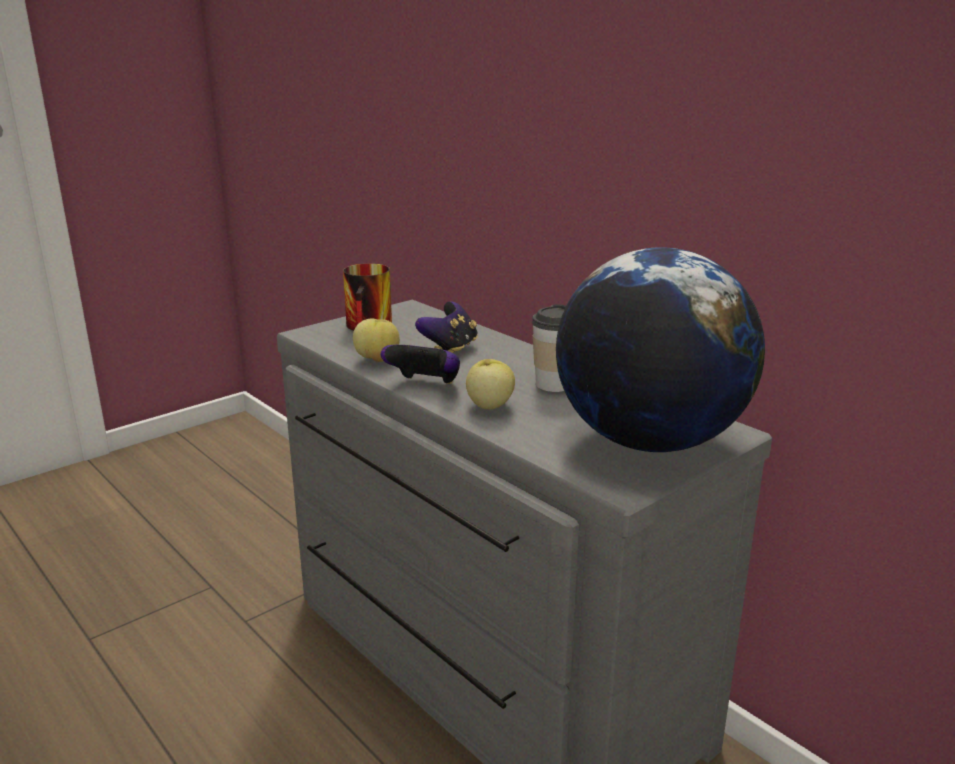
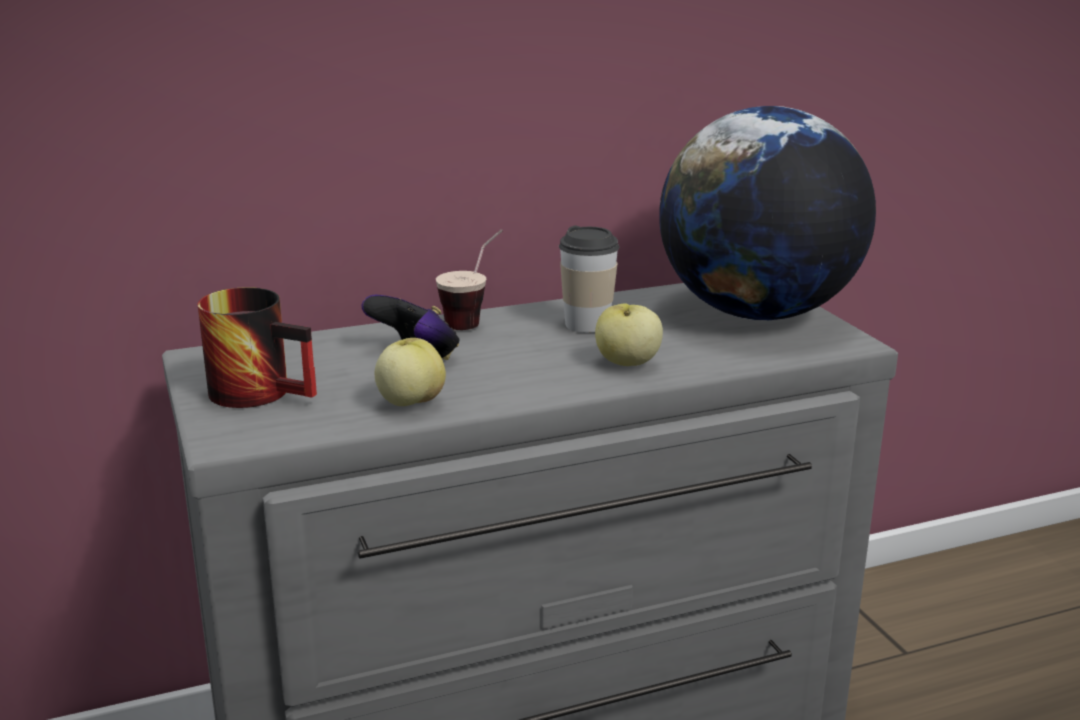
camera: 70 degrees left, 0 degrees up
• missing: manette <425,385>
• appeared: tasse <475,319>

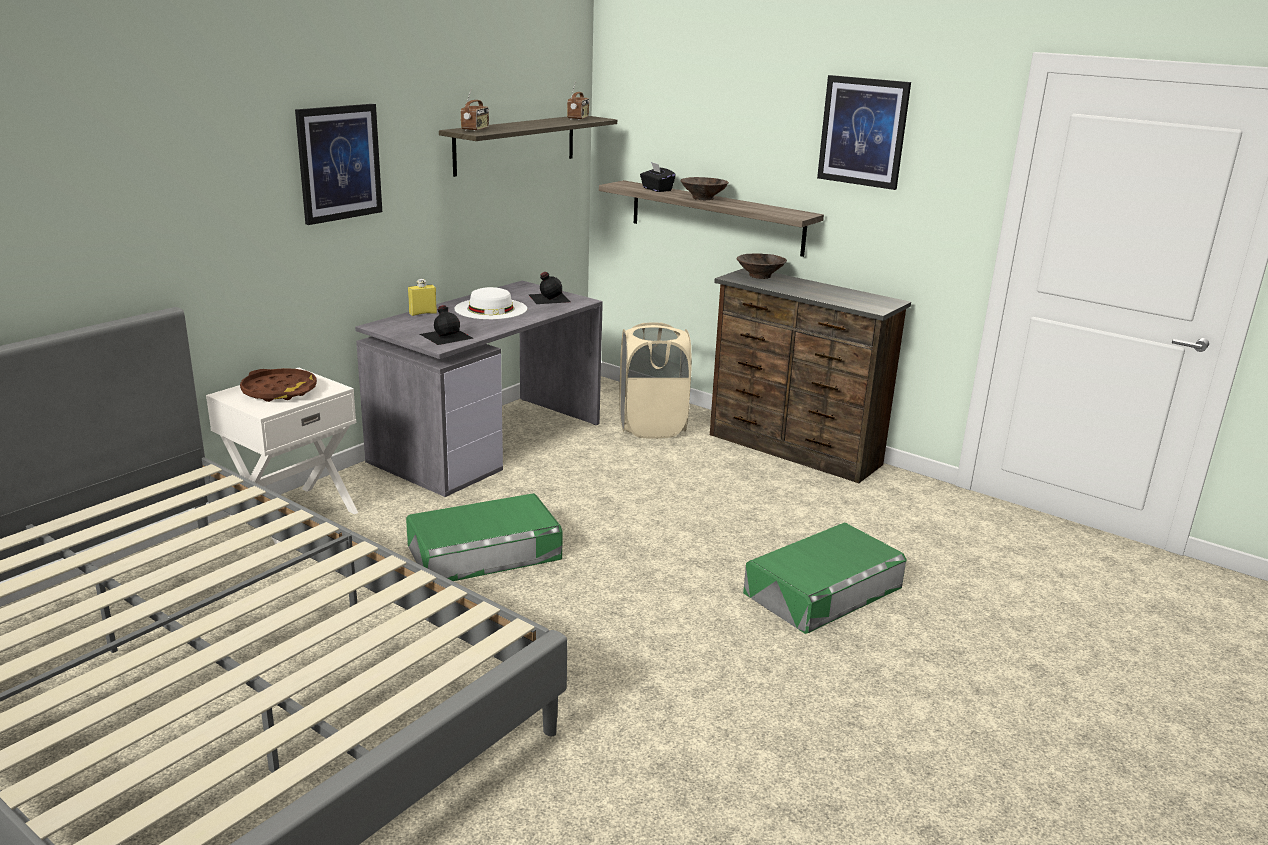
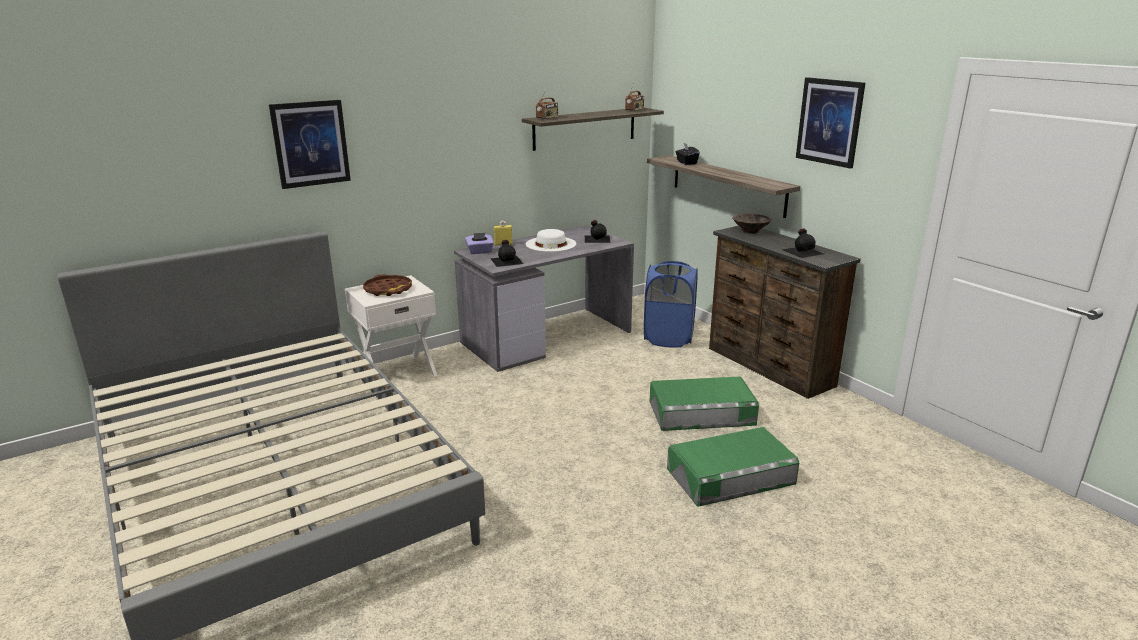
camera: 20 degrees right, 0 degrees up
• missing: bol [marron] <703,198>
• appeared: boîte à mouchoirs [violet] <480,252>
• appeared: bouteille [noir] <803,251>
• relocated: tableau <339,163> to <310,143>
• relocated: boîte de rangement [vert] <484,552> to <701,413>
• colour: panier à linge [beige] <652,427> to panier à linge [bleu] <668,338>

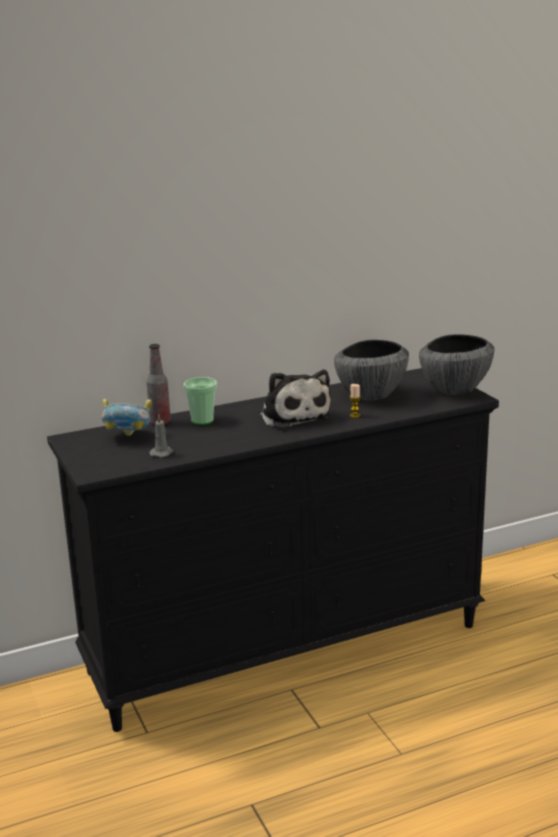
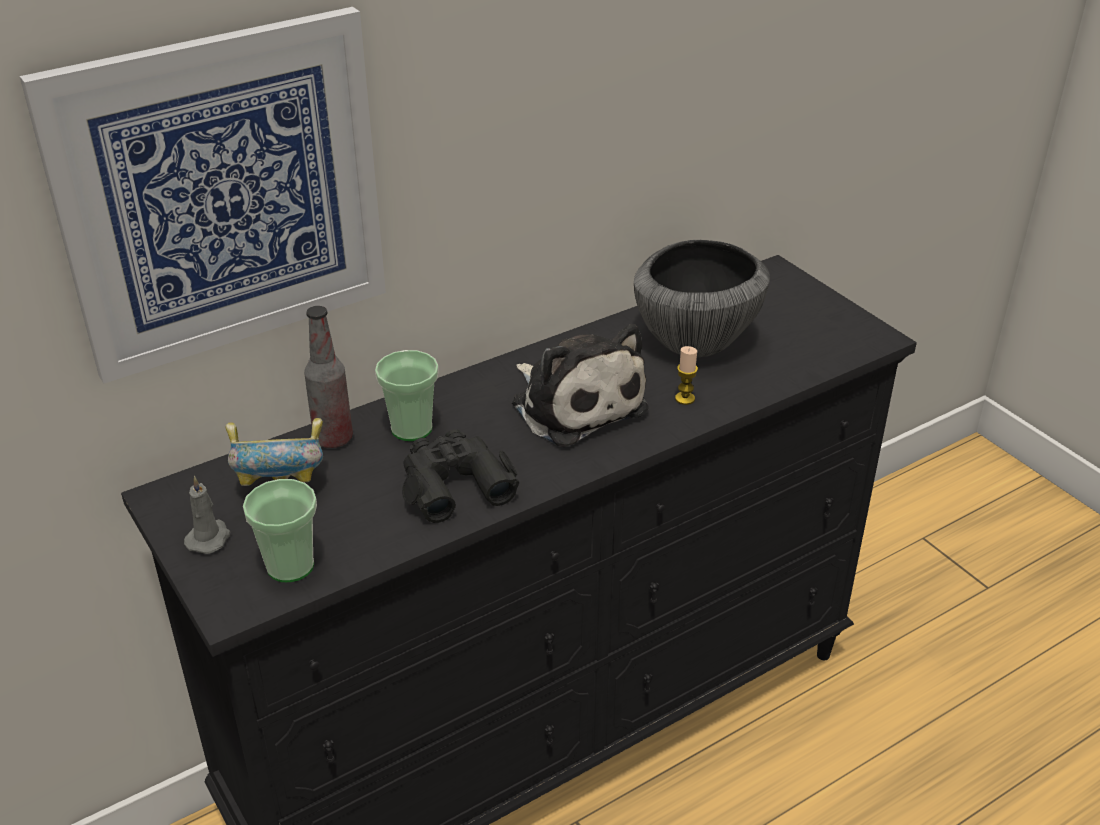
camera: 10 degrees left, 15 degrees up
• missing: bol <454,390>
• appeared: tableau <222,195>
• appeared: tasse <290,566>
• appeared: jumelles [noir] <454,483>
• relocated: bougie [gris] <162,453> to <209,538>

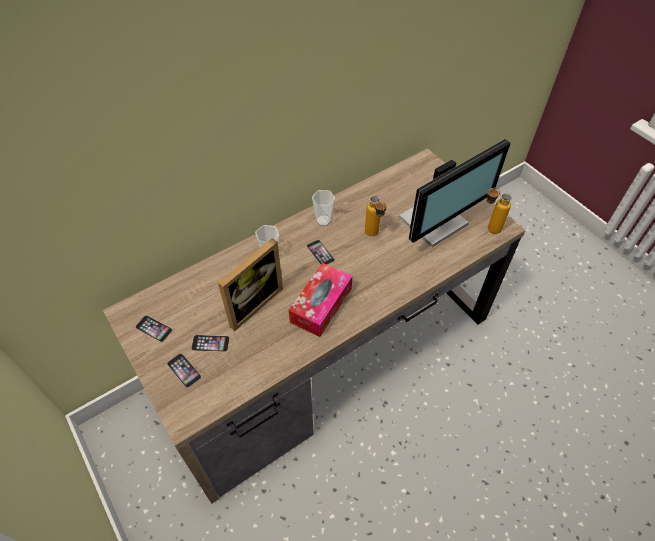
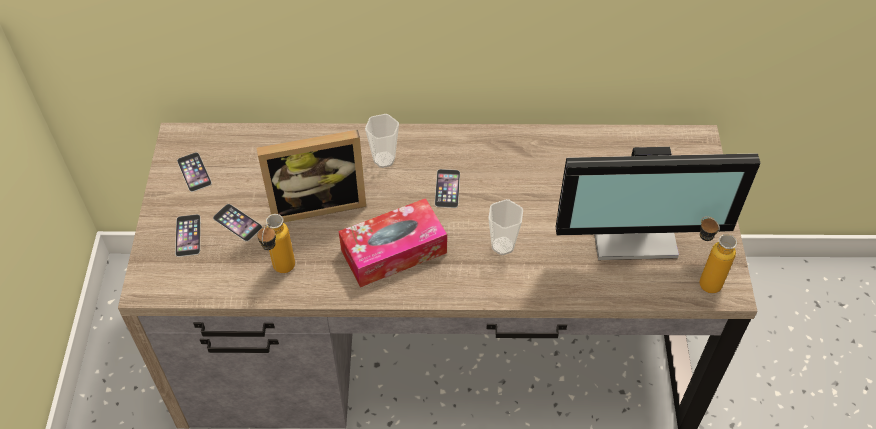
camera: 35 degrees right, 0 degrees up
• relocated: tasse <323,221> to <502,246>
• relocated: bouteille <374,236> to <281,272>

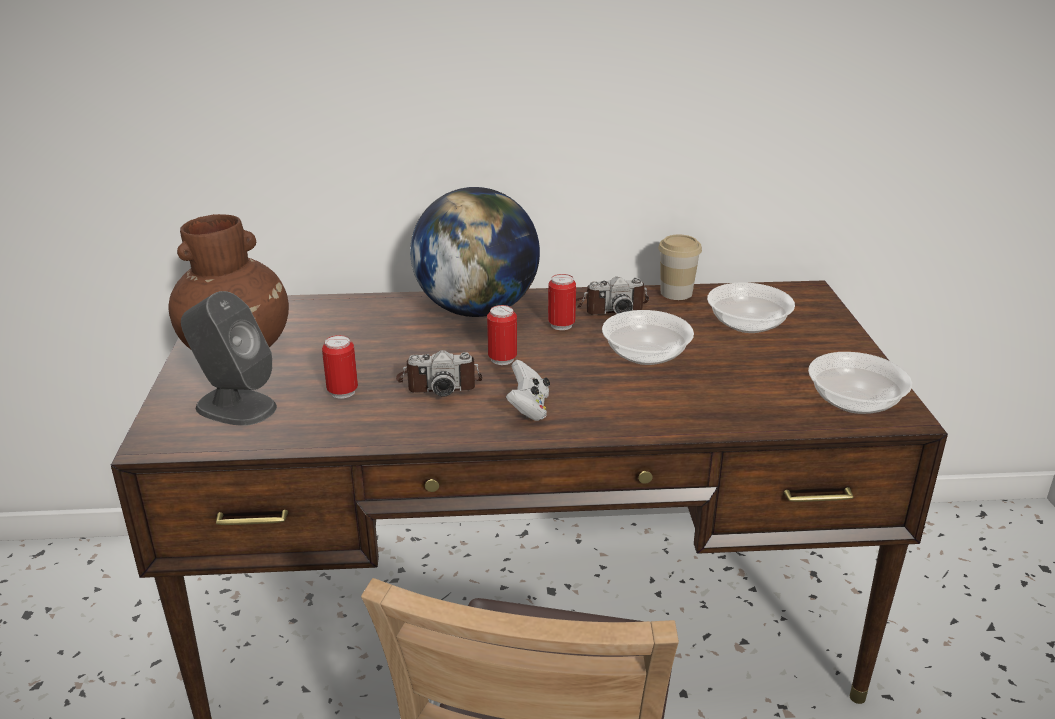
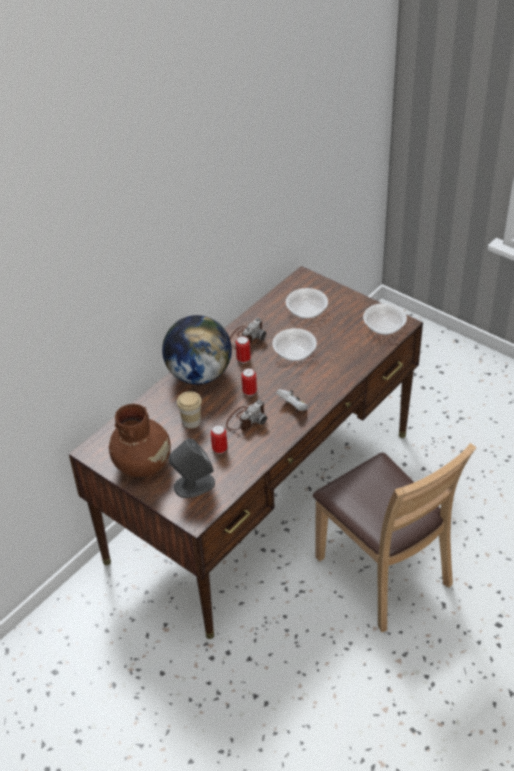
camera: 45 degrees left, 15 degrees up
• relocated: tasse <676,293> to <191,421>

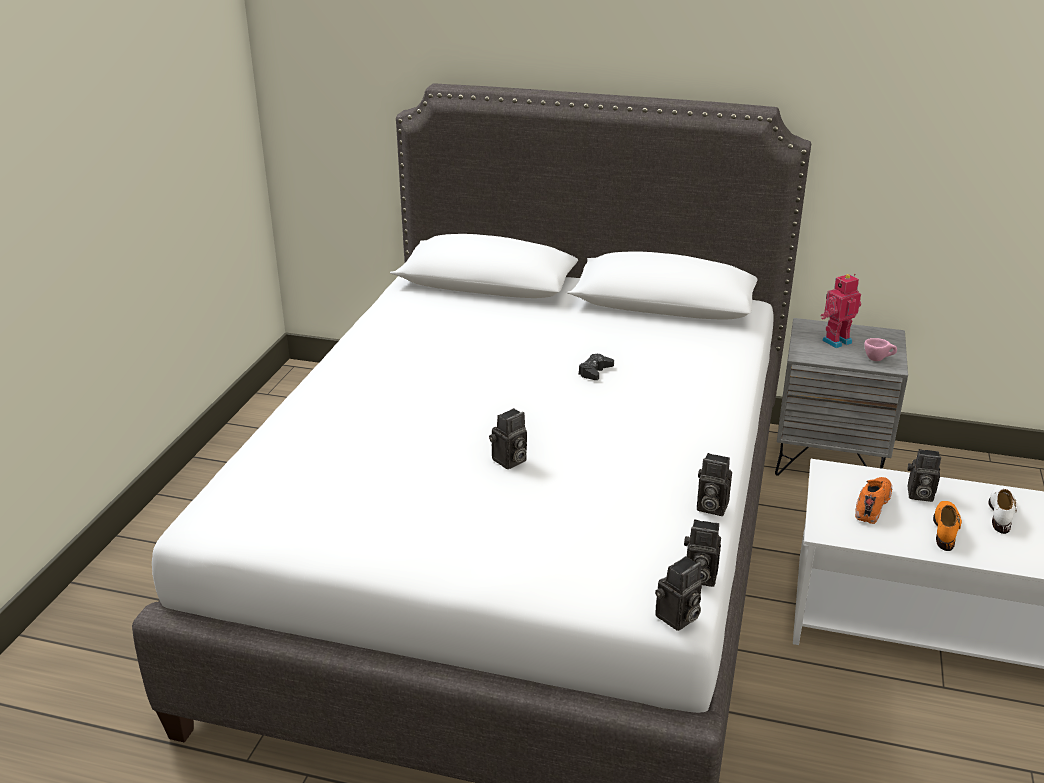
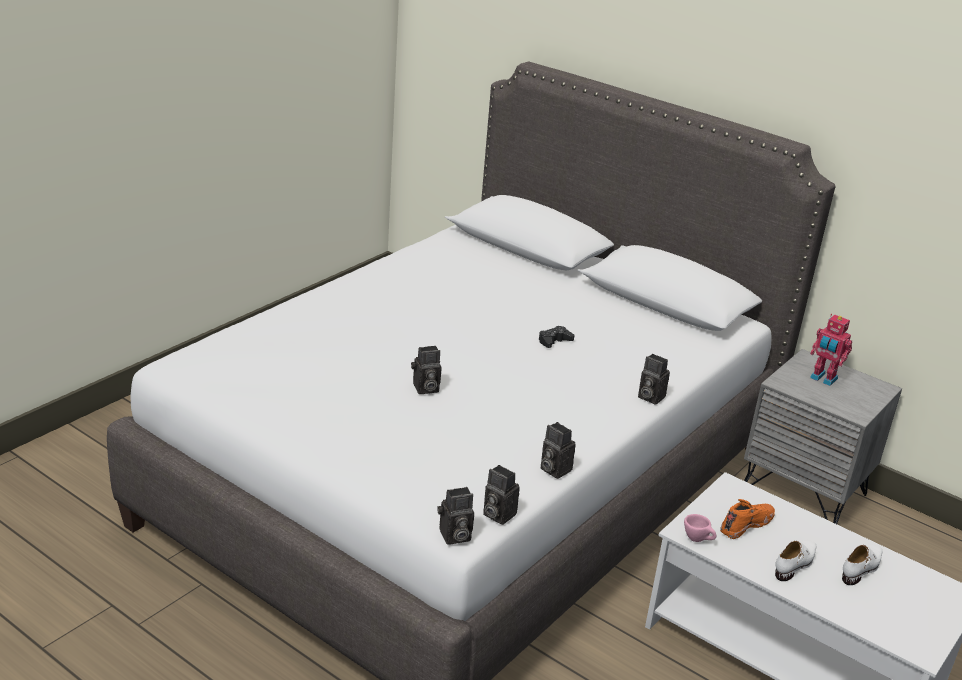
camera: 20 degrees right, 0 degrees up
• relocated: tasse [rose] <878,359> to <698,540>
• relocated: appareil photo <918,495> to <649,397>
• colour: chaussure [orange] <945,529> to chaussure [blanc] <795,564>
• spun: robot jouet <835,341> = <823,379> 135 degrees counterclockwise

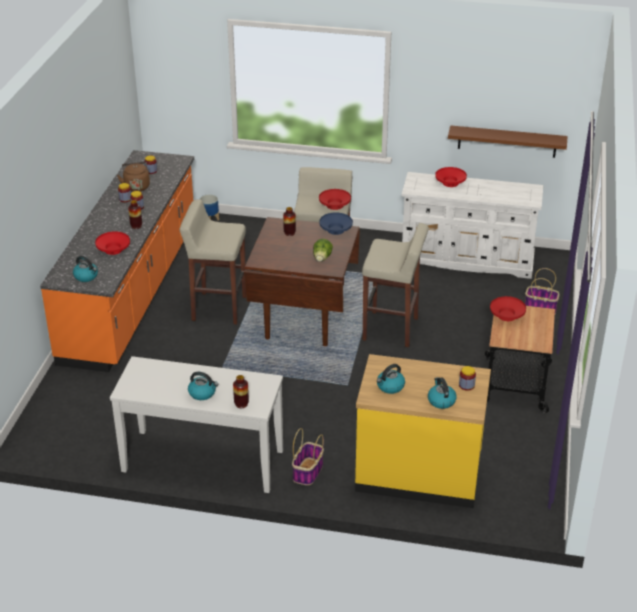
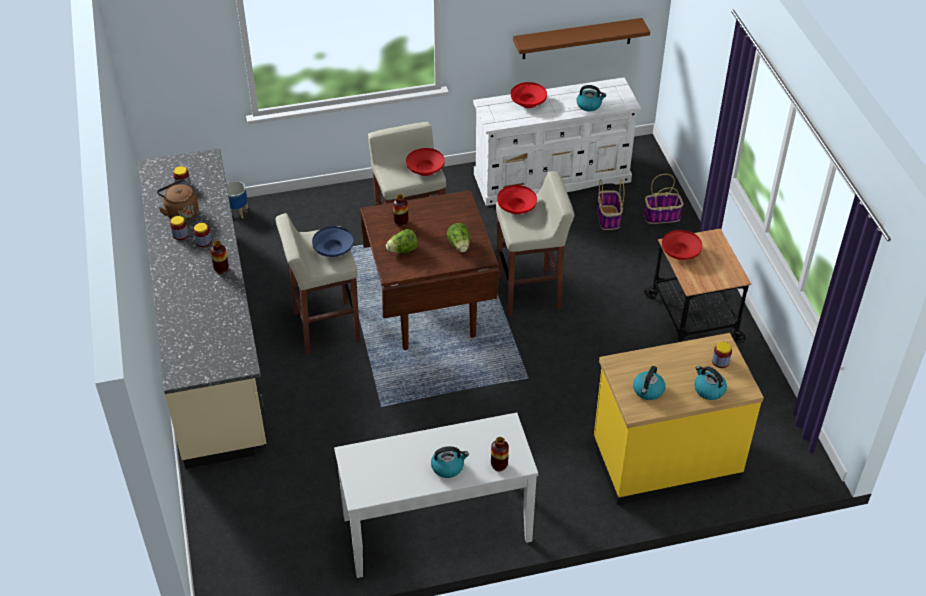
camera: 25 degrees left, 10 degrees up
• appeared: laitue <402,250>
• relocated: bouilloire <86,276> to <589,105>
• relocated: bol [rouge] <113,250> to <516,207>
• relocated: panier <308,472> to <608,218>
• relocated: bol [bleu] <336,230> to <333,249>
• colour: comptoir de cuisine [orange] <132,292> to comptoir de cuisine [beige] <210,338>

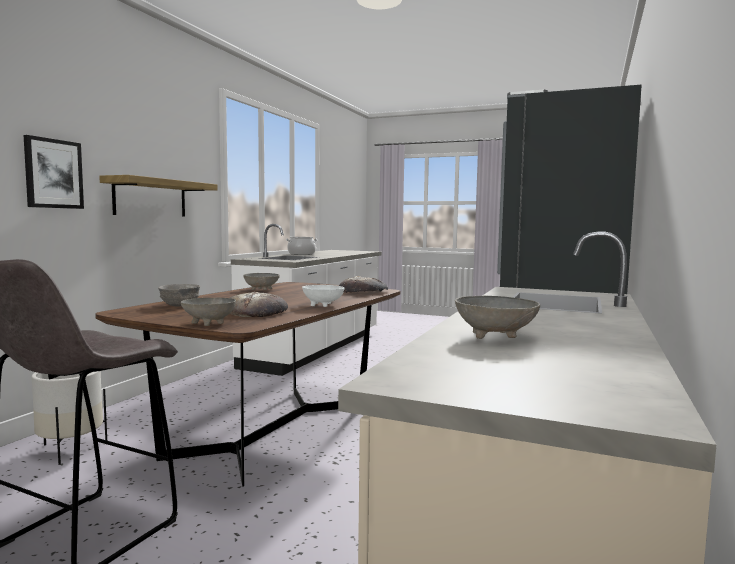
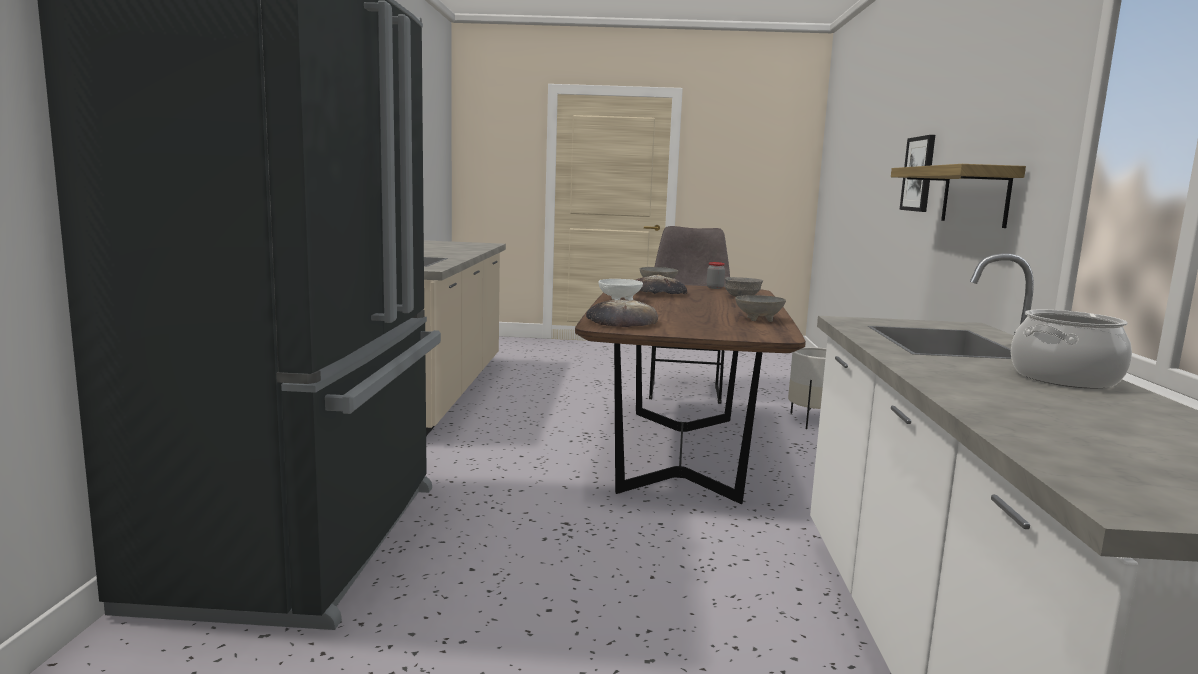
camera: 160 degrees right, 5 degrees up
• missing: bol [gris] <494,337>
• appeared: bocal <715,288>

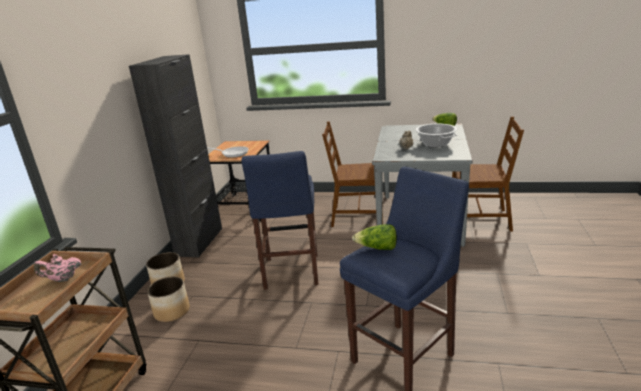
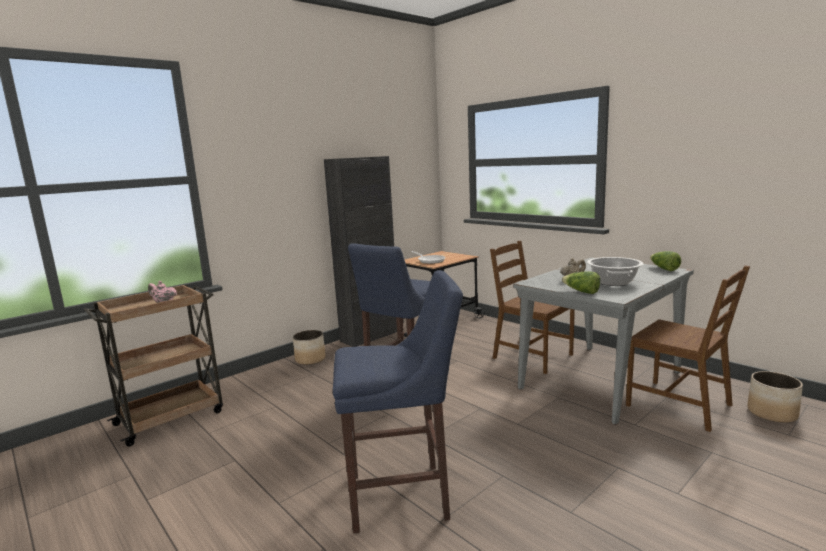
camera: 35 degrees right, 10 degrees down
• relocated: cache-pot <172,311> to <772,413>
• relocated: laitue <377,248> to <581,292>

